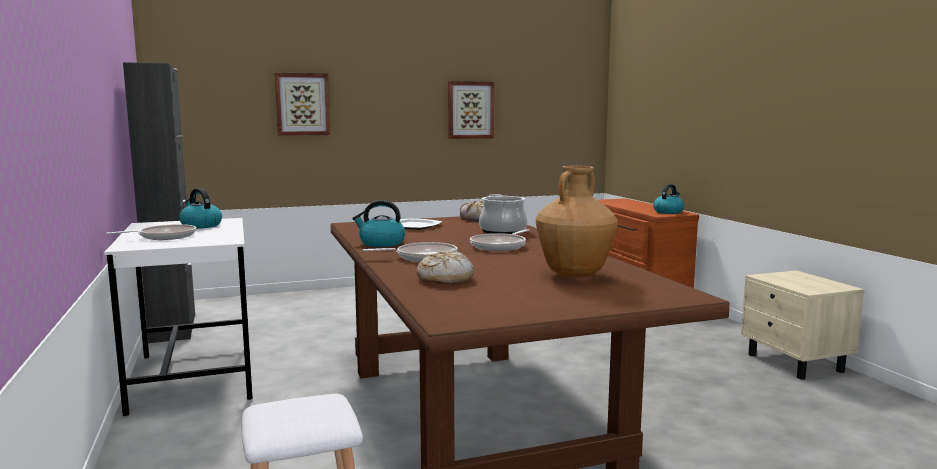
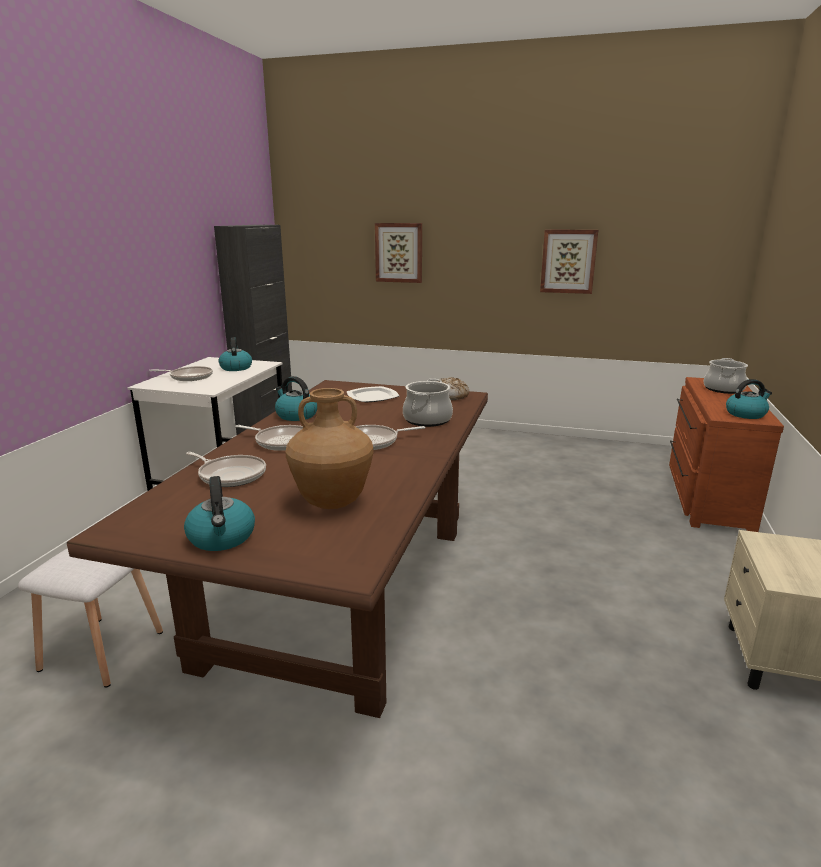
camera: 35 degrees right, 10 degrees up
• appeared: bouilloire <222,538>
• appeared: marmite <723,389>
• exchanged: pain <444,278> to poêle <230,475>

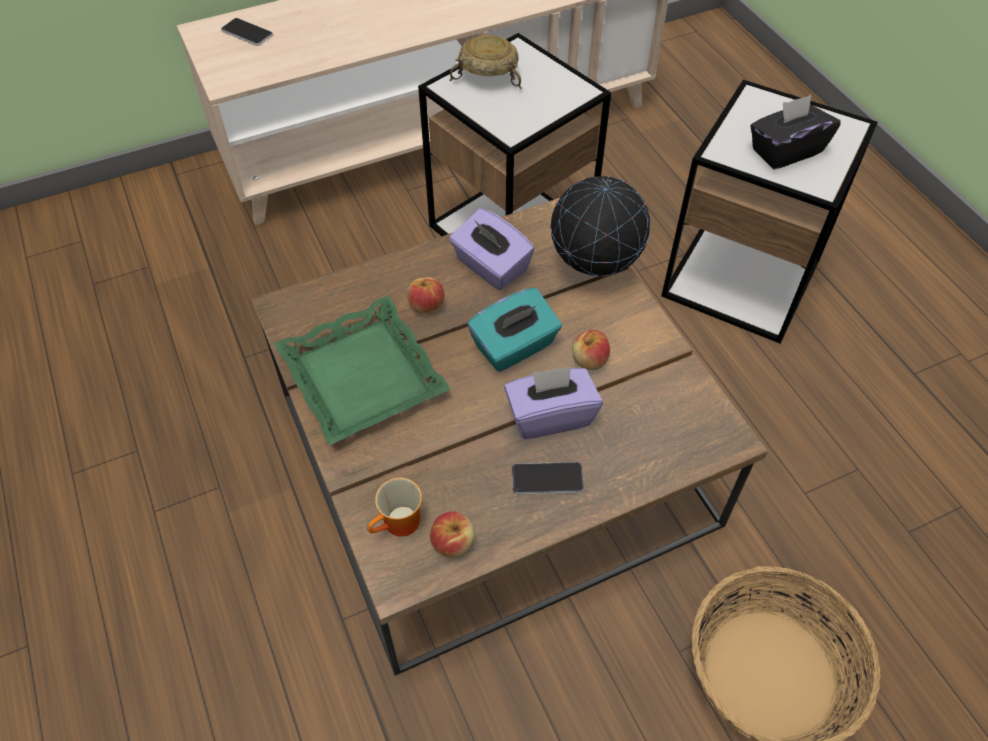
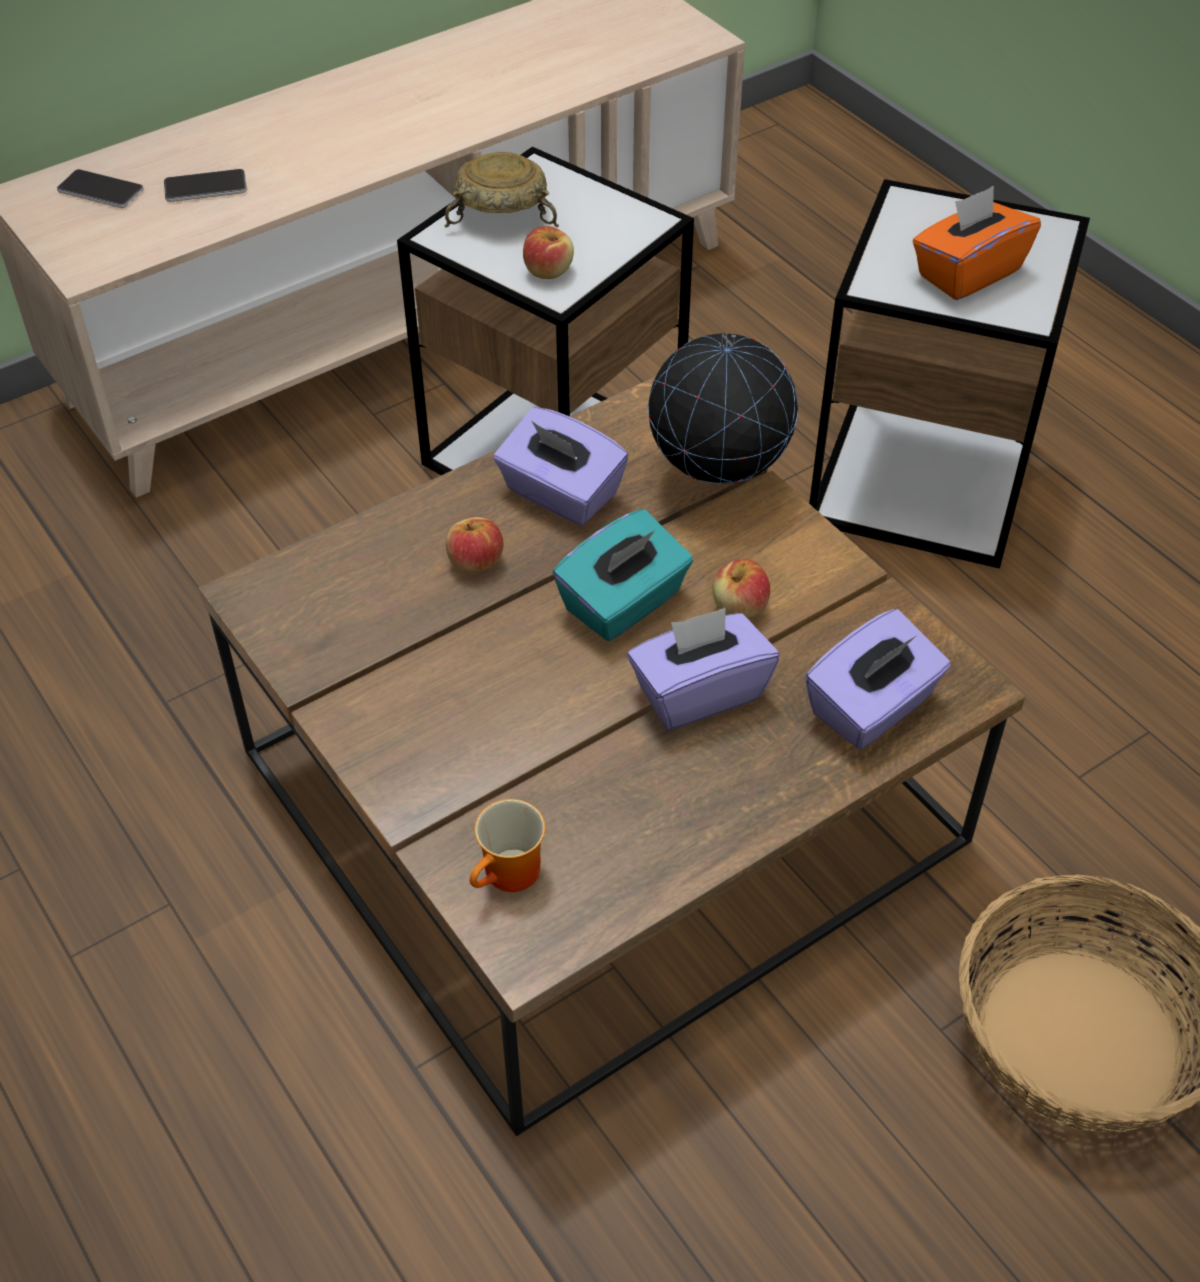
camera: 10 degrees left, 5 degrees down
• missing: plateau [vert] <361,377>
• appeared: boîte à mouchoirs [violet] <872,708>
• relocated: pomme <453,542> to <548,270>
• relocated: téléphone <547,479> to <205,187>
• colour: boîte à mouchoirs [noir] <785,151> to boîte à mouchoirs [orange] <967,273>

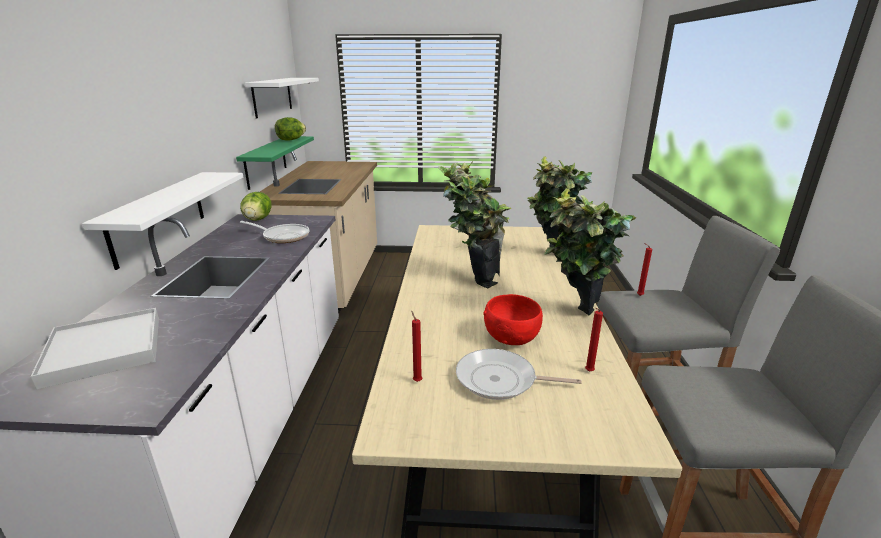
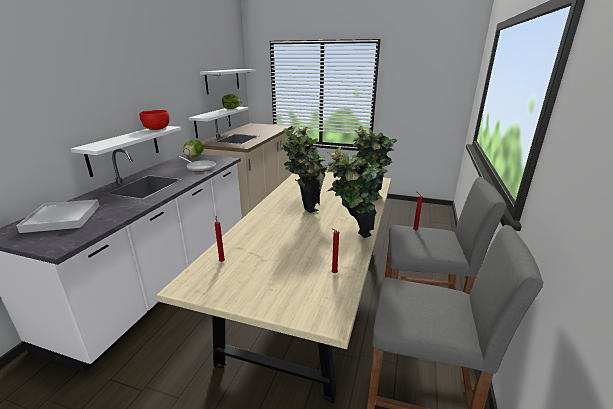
camera: 15 degrees right, 0 degrees up
• missing: poêle <500,380>
• relocated: bol [rouge] <511,337> to <157,128>
• colour: étagère [vert] <266,161> to étagère [blanc] <213,121>

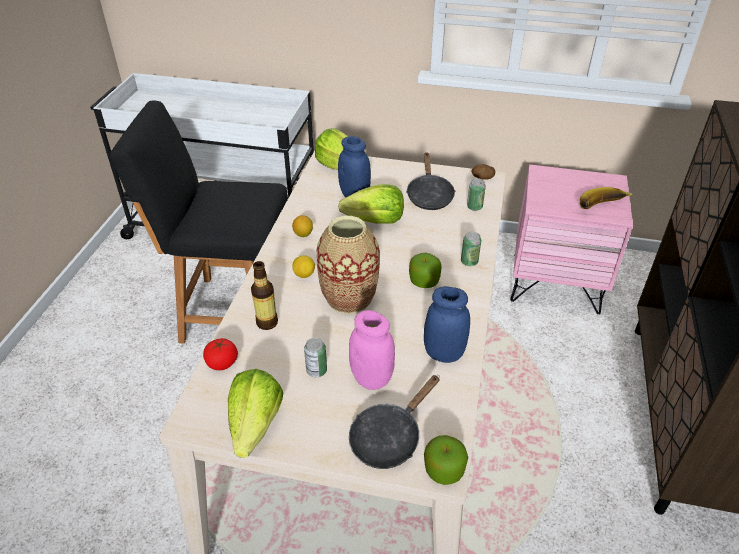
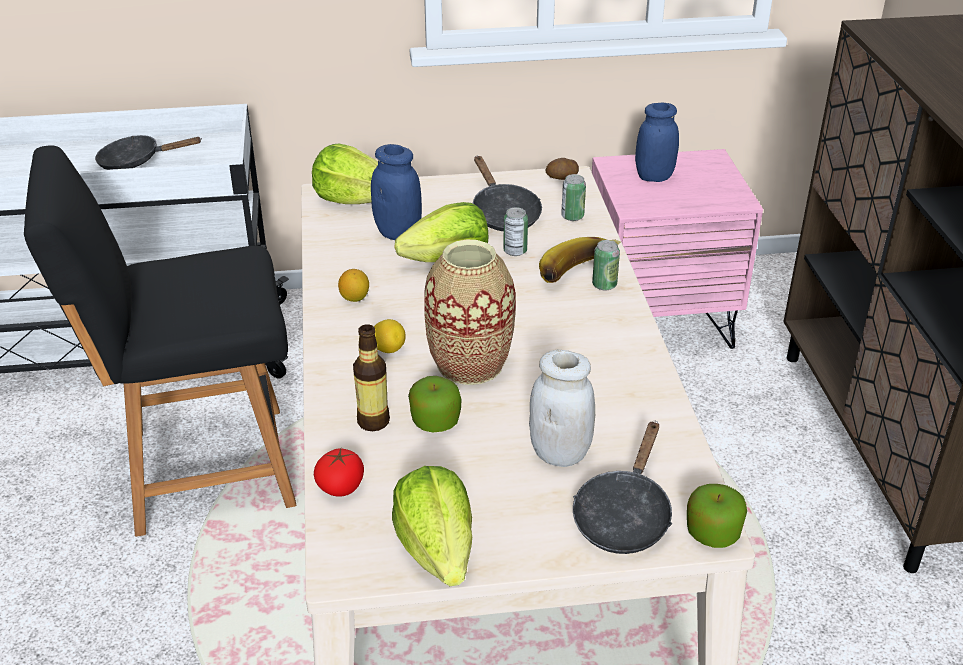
camera: 20 degrees left, 5 degrees down
• appeared: poêle [noir] <136,161>
• relocated: boîte métallique <316,370> to <515,251>
• relocated: pomme <424,281> to <435,421>
• relocated: bocal [bleu] <443,353> to <654,177>
• relocated: banane <602,207> to <579,273>
• colour: bocal [rose] <371,378> to bocal [blanc] <560,453>

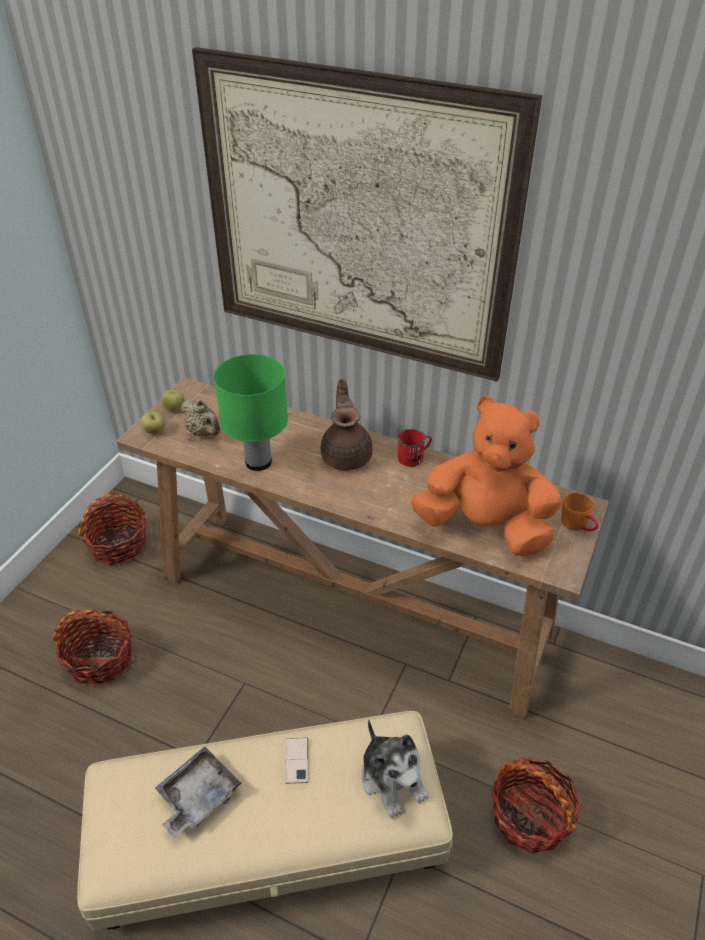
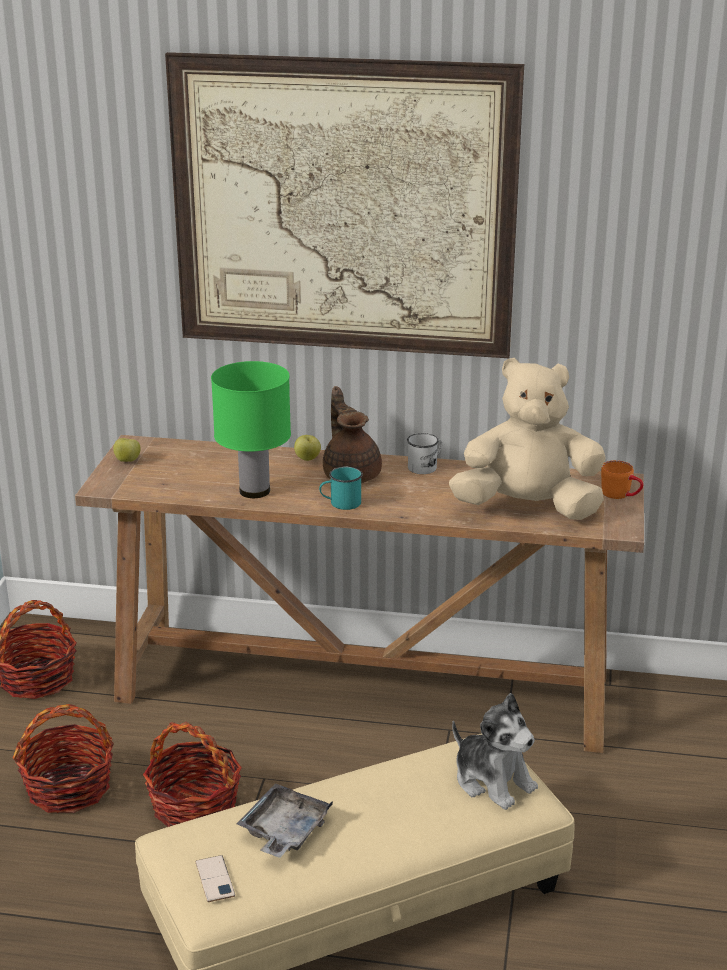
camera: 15 degrees left, 15 degrees down
• missing: théière [beige] <204,433>
• appeared: mug [turquoise] <340,503>
• relocated: pomme <155,431> to <307,459>
• relocated: téléphone <297,760> to <215,879>
• relocated: panier <529,816> to <194,806>
• colour: mug [rouge] <414,457> to mug [blanc] <426,466>
• colour: peluche [orange] <485,527> to peluche [beige] <528,508>

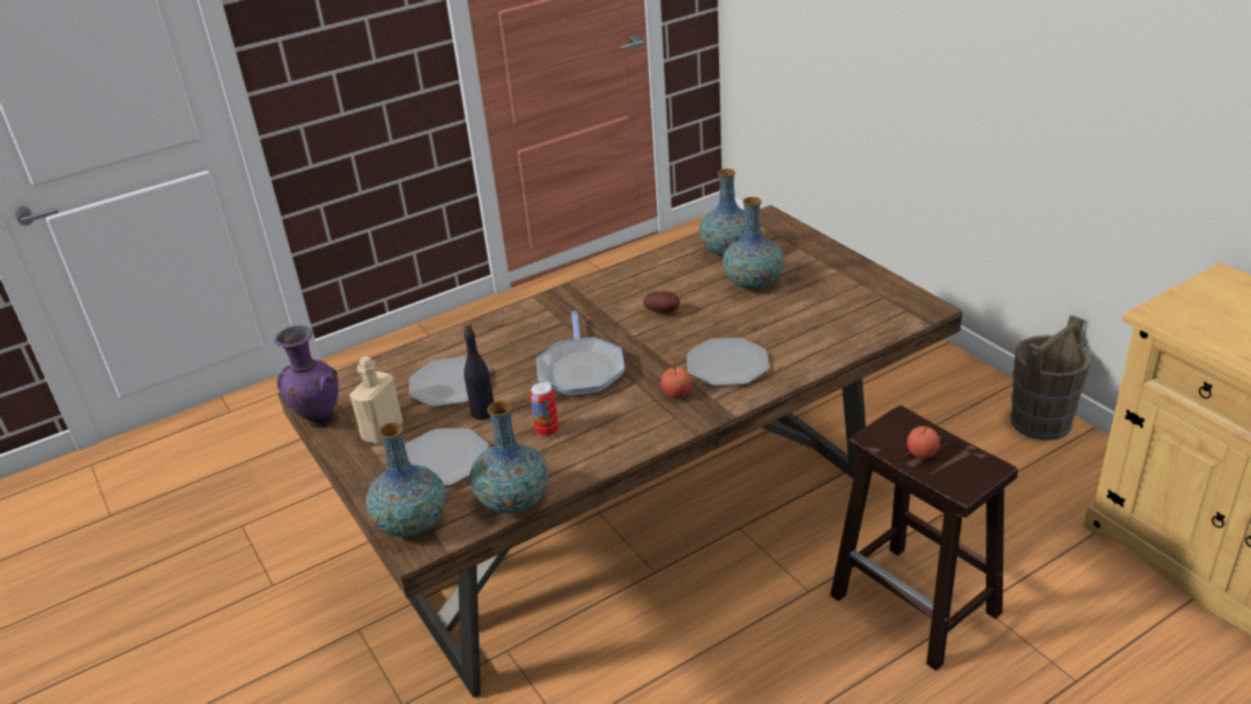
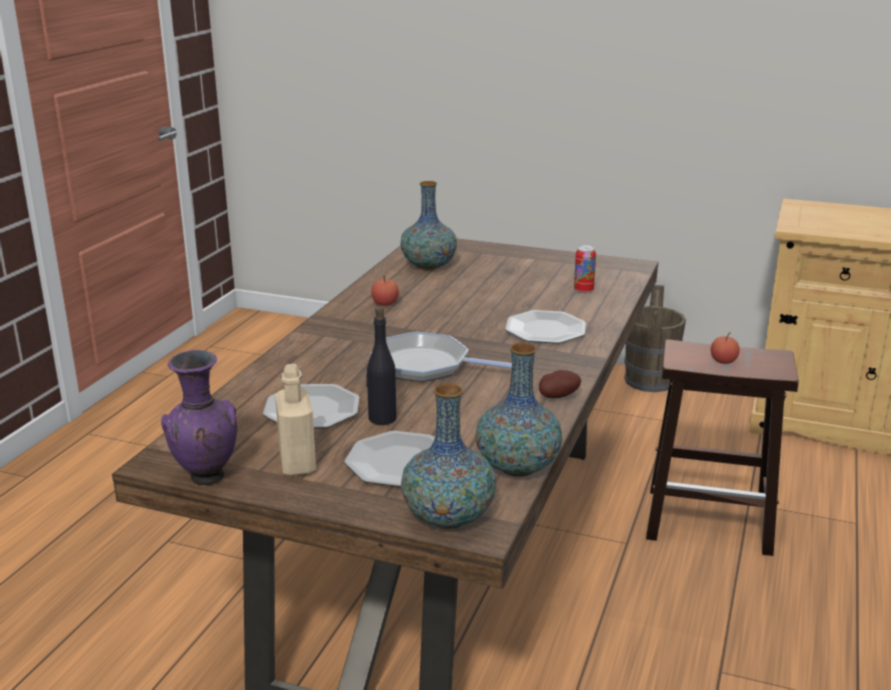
camera: 40 degrees left, 10 degrees down
• missing: vase <753,284>
• relocated: boîte métallique <547,431> to <583,291>
• relocated: pomme de terre <663,312> to <557,397>
• relocated: pomme <677,393> to <385,303>
• spun: poêle <581,370> = <427,365> 150 degrees clockwise

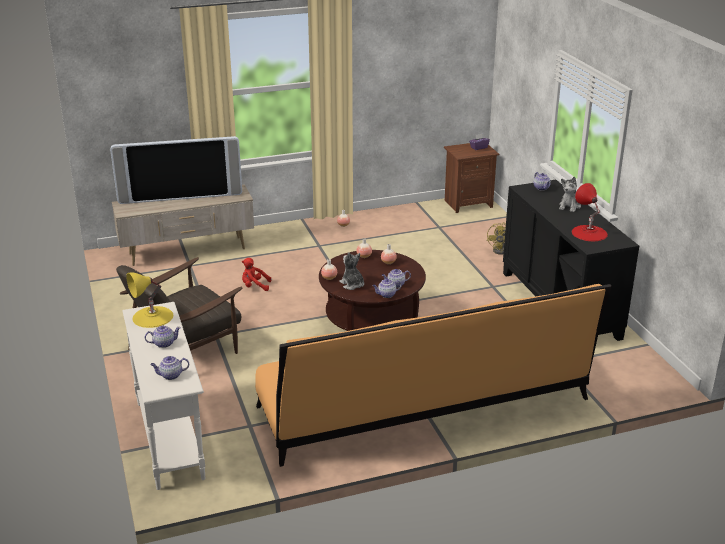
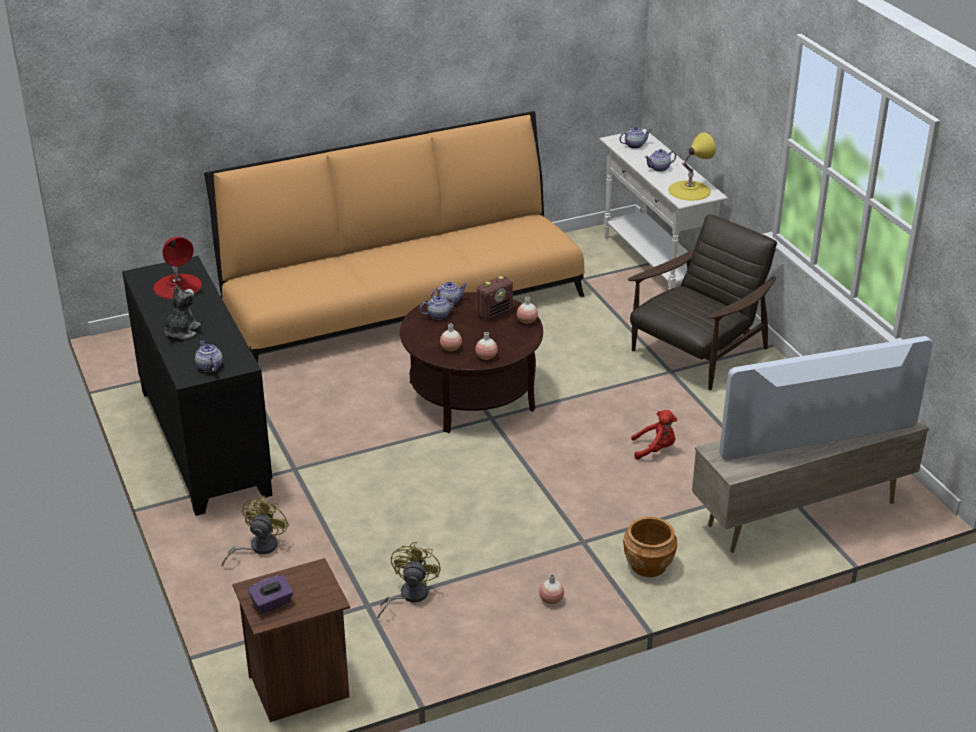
camera: 175 degrees right, 5 degrees up
• appeared: ventilateur [jaune] <408,596>
• appeared: cache-pot [marron] <648,565>
• exchanged: peluche <352,284> to radio <494,313>

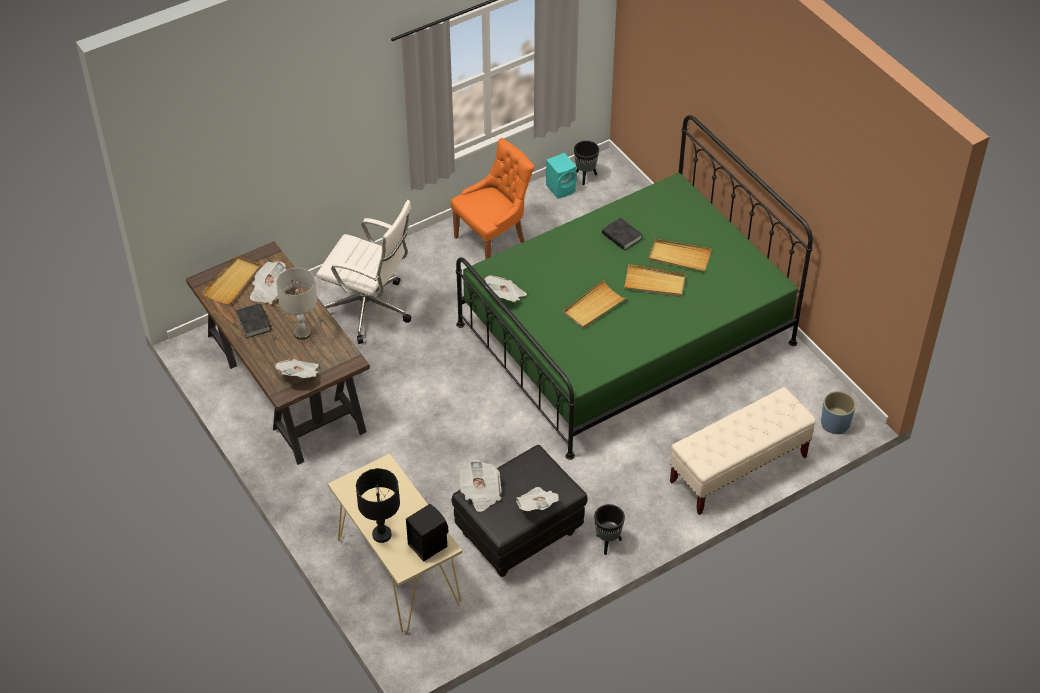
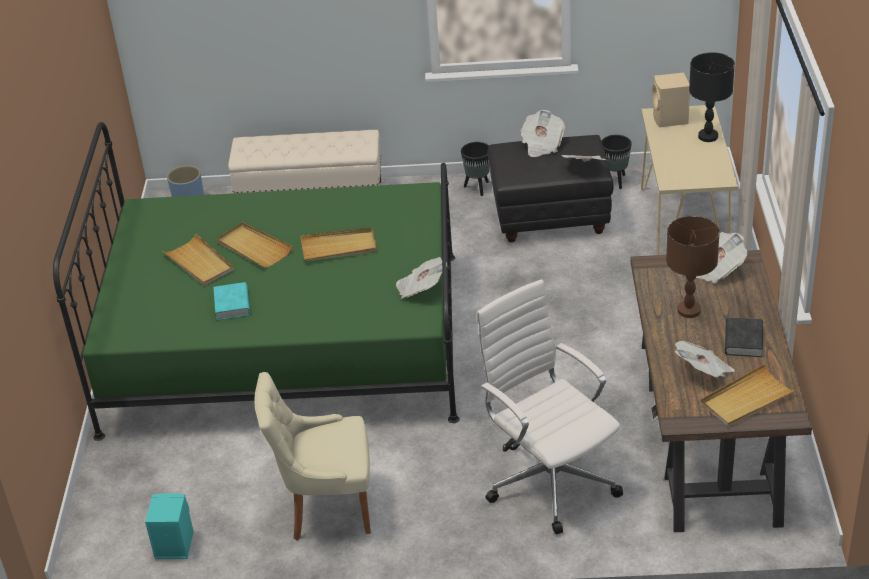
camera: 145 degrees left, 10 degrees down
• relocated: cache-pot [noir] <585,177> to <615,181>
• colour: lampe de table [gris] <303,333> to lampe de table [marron] <688,310>
• colour: enceinte [noir] <427,544> to enceinte [beige] <670,119>
• colour: chaise [orange] <493,241> to chaise [beige] <326,507>
• colour: livre [noir] <621,236> to livre [turquoise] <232,304>

